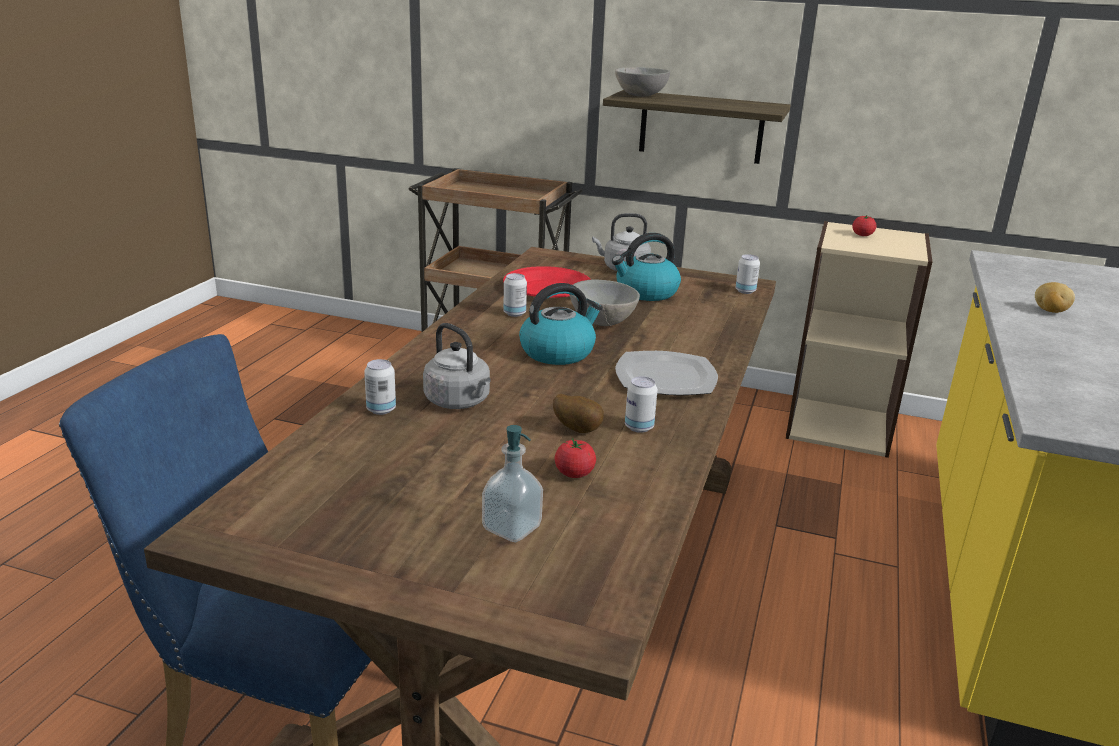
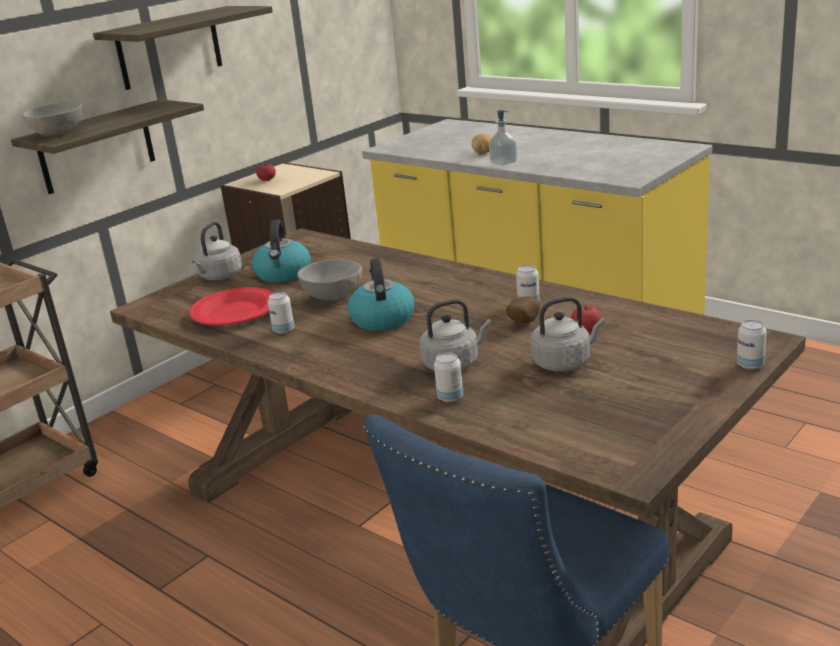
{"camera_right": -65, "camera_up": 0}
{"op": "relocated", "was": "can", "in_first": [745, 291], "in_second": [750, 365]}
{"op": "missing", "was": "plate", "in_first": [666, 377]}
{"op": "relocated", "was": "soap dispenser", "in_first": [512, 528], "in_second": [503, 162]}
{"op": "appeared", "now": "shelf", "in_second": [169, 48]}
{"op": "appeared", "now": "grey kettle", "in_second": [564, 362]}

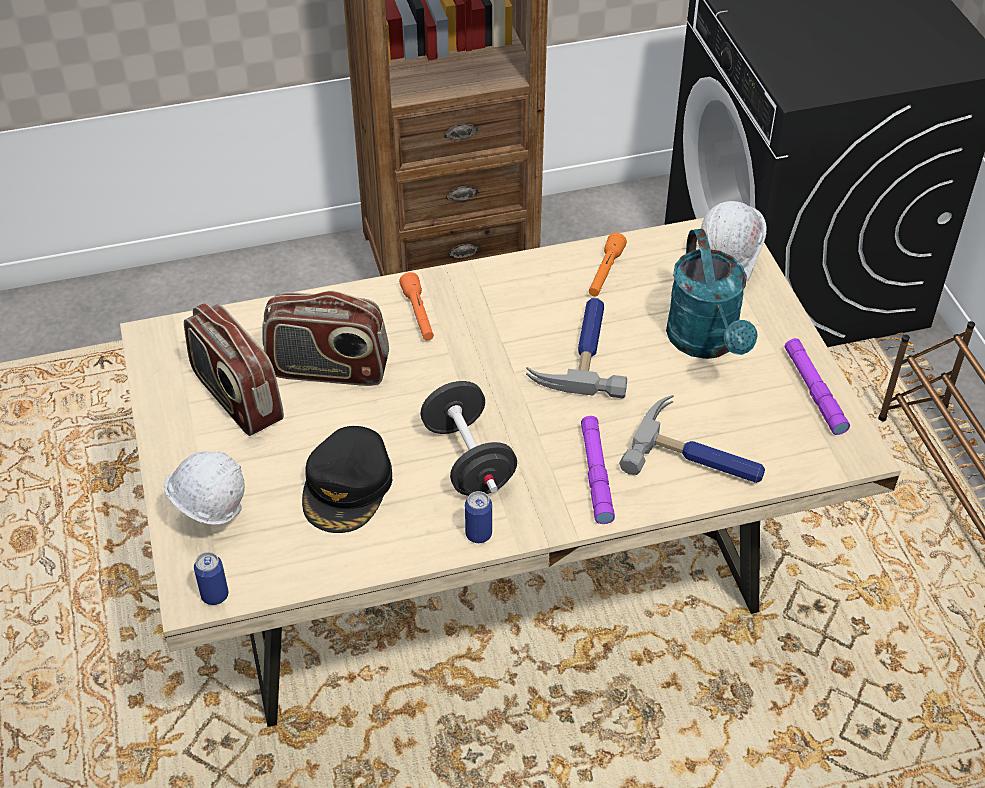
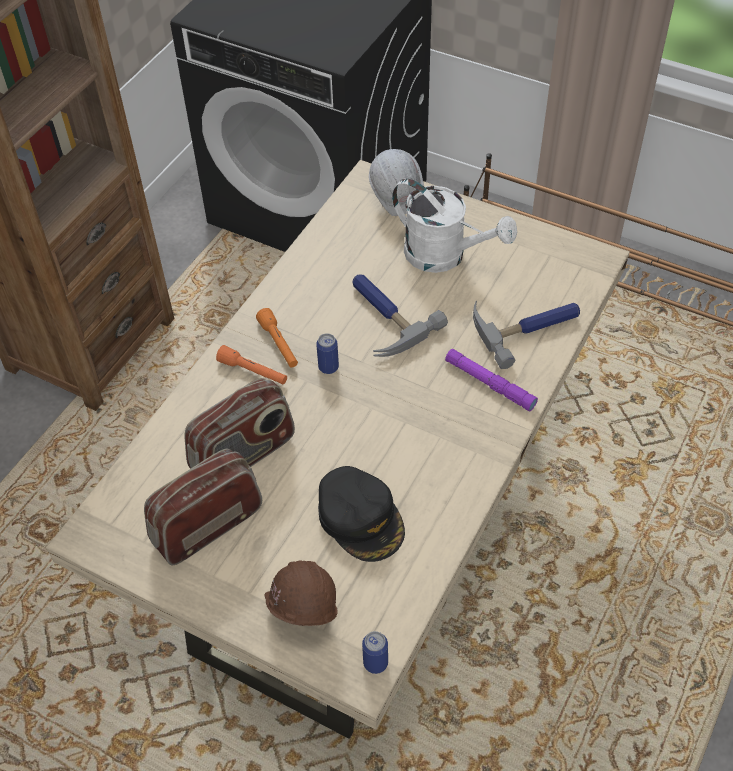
{"camera_right": -45, "camera_up": 5}
{"op": "colour", "was": "turquoise watering can", "now": "white watering can", "in_first": [707, 343], "in_second": [445, 256]}
{"op": "relocated", "was": "orange flashlight", "in_first": [605, 273], "in_second": [279, 344]}
{"op": "spun", "was": "radio", "in_first": [236, 397], "in_second": [207, 525], "clockwise": 135}
{"op": "missing", "was": "purple flashlight", "in_first": [814, 391]}
{"op": "missing", "was": "black dumbbell", "in_first": [468, 460]}
{"op": "colour", "was": "white hard hat", "now": "brown hard hat", "in_first": [210, 516], "in_second": [301, 617]}
{"op": "relocated", "was": "can", "in_first": [478, 534], "in_second": [328, 367]}

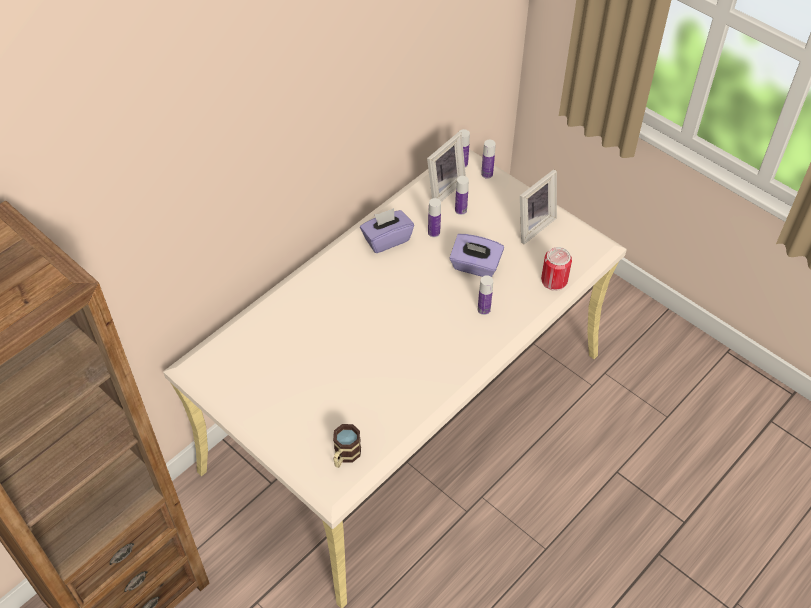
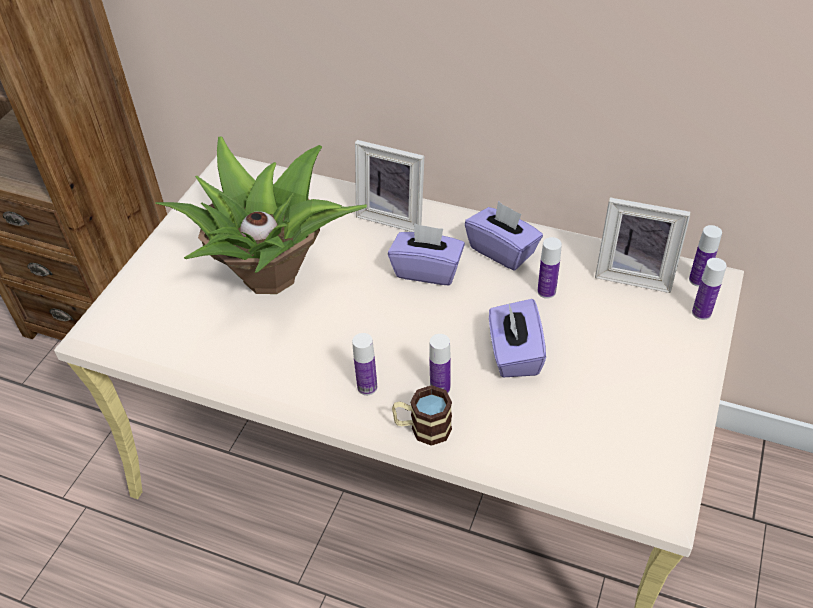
{"camera_right": 70, "camera_up": -5}
{"op": "relocated", "was": "picture frame", "in_first": [531, 225], "in_second": [393, 216]}
{"op": "relocated", "was": "bottle", "in_first": [460, 210], "in_second": [367, 387]}
{"op": "missing", "was": "can", "in_first": [554, 280]}
{"op": "relocated", "was": "mug", "in_first": [345, 456], "in_second": [422, 428]}
{"op": "appeared", "now": "potted plant", "in_second": [272, 273]}
{"op": "appeared", "now": "purple tissue box", "in_second": [427, 270]}

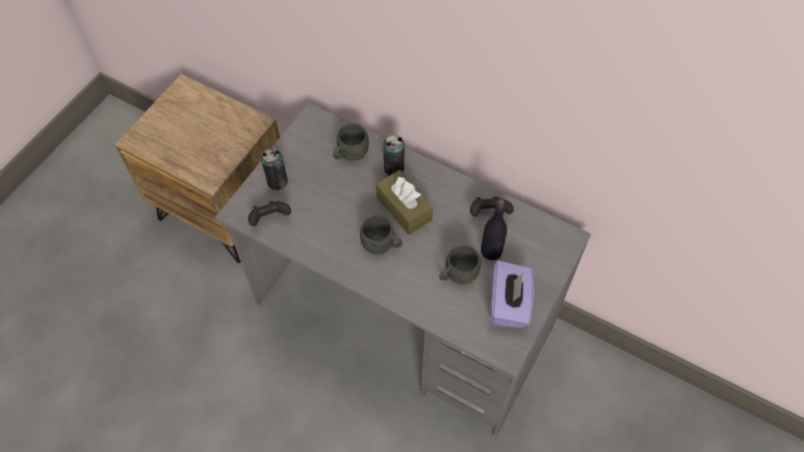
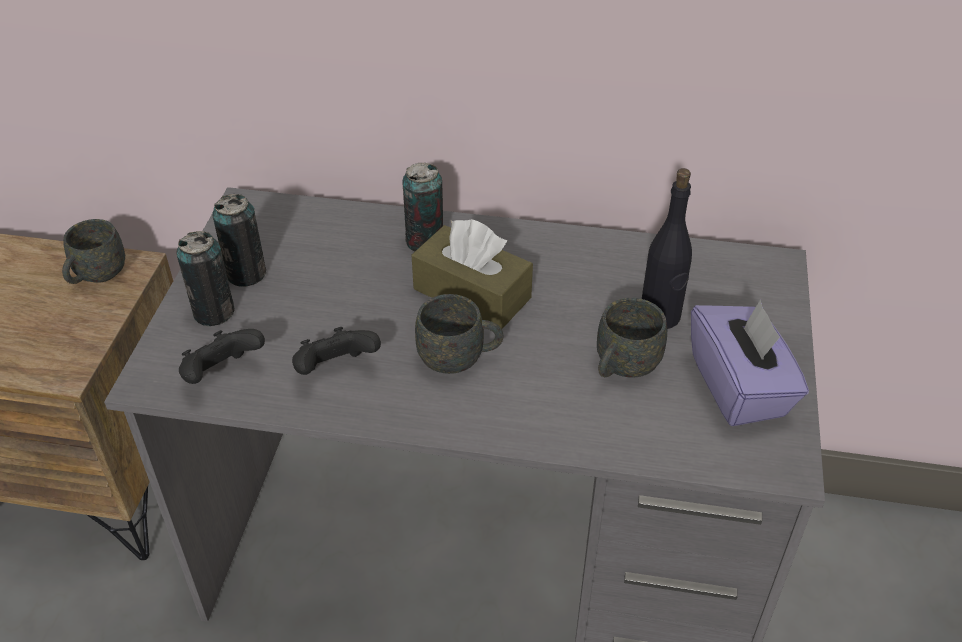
{"camera_right": -20, "camera_up": -15}
{"op": "relocated", "was": "grey mug", "in_first": [350, 154], "in_second": [96, 276]}
{"op": "relocated", "was": "black game controller", "in_first": [489, 213], "in_second": [336, 369]}
{"op": "appeared", "now": "can", "in_second": [246, 274]}

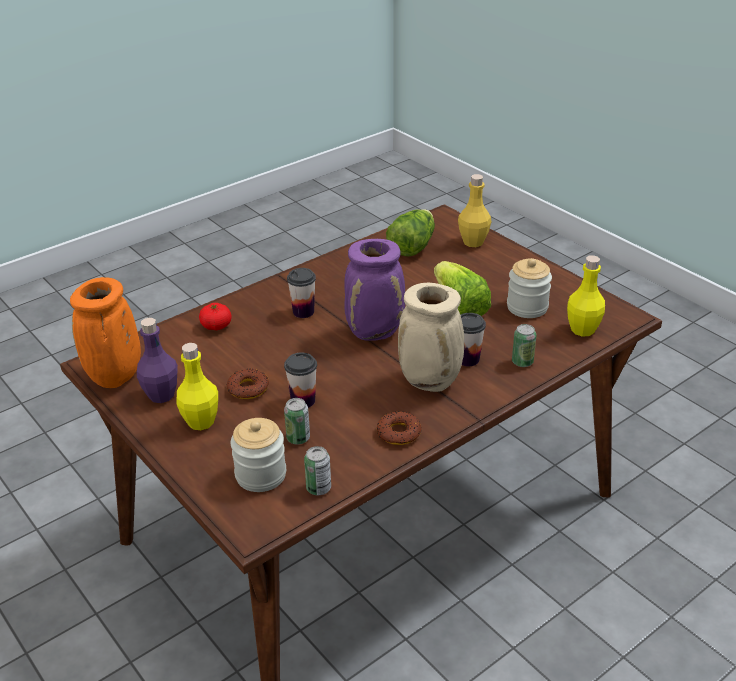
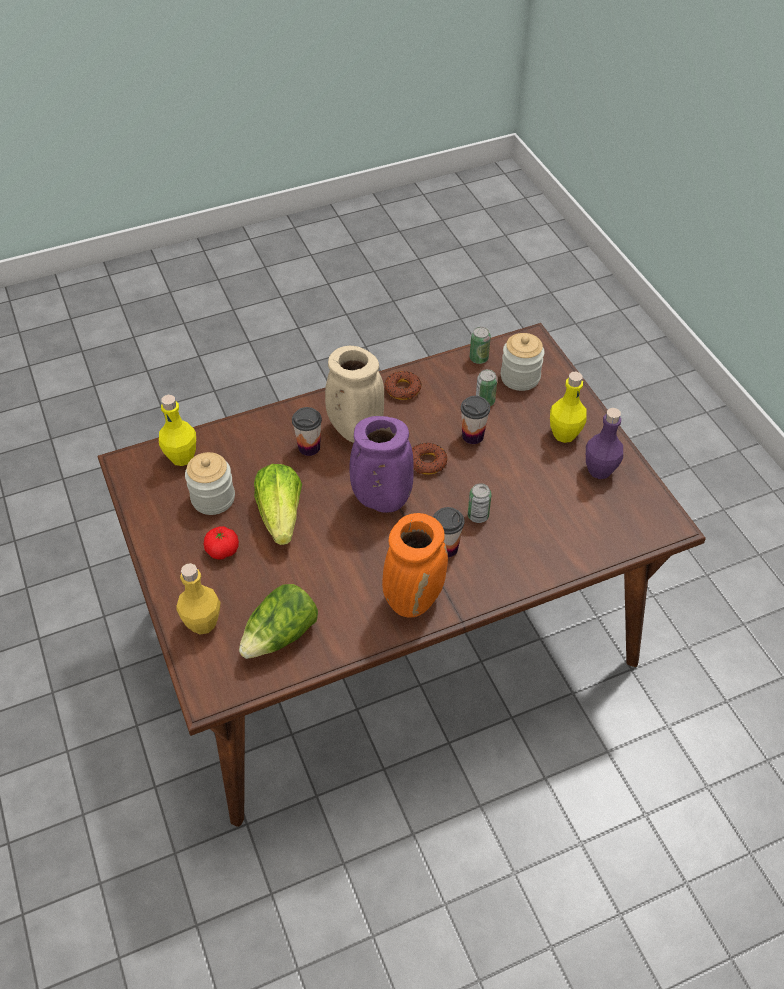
{"camera_right": -165, "camera_up": 15}
{"op": "relocated", "was": "orange vase", "in_first": [116, 378], "in_second": [413, 598]}
{"op": "relocated", "was": "tomato", "in_first": [216, 326], "in_second": [222, 550]}
{"op": "relocated", "was": "can", "in_first": [522, 362], "in_second": [478, 516]}
{"op": "relocated", "was": "donut", "in_first": [248, 388], "in_second": [427, 462]}

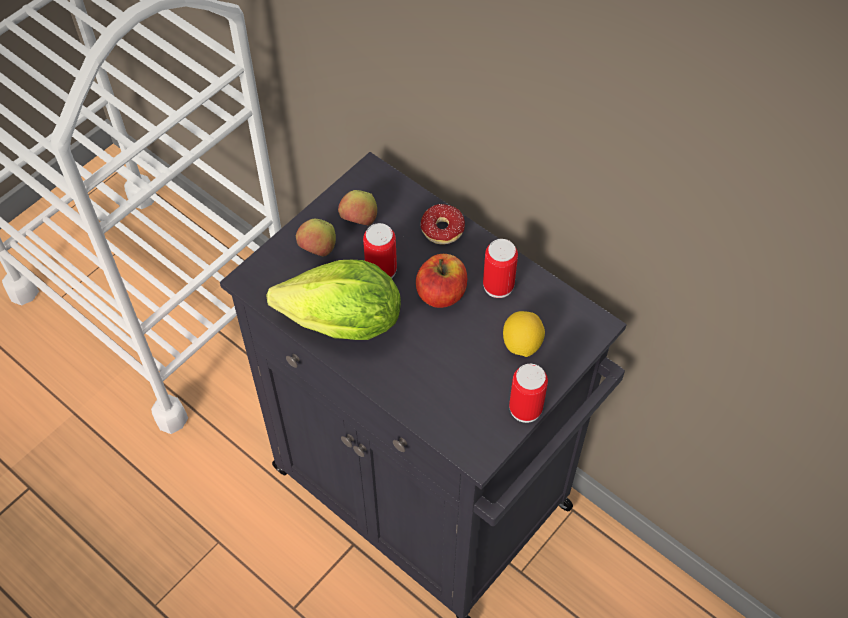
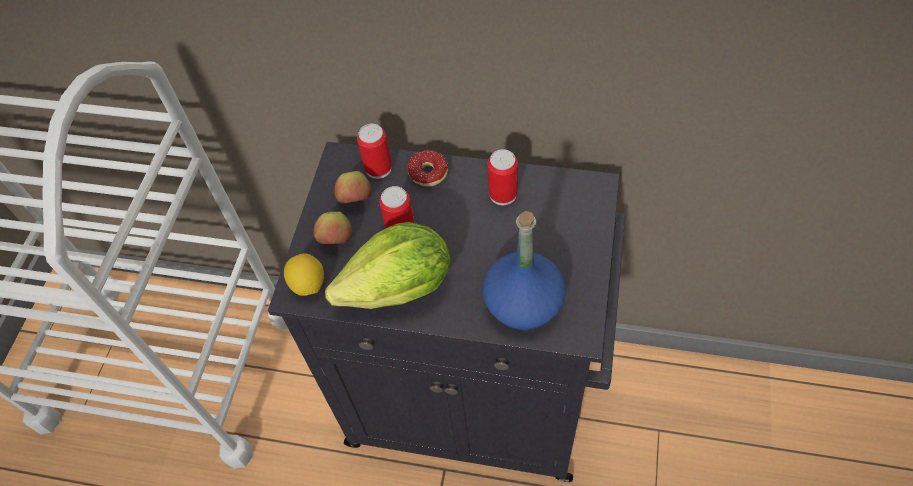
{"camera_right": -25, "camera_up": 0}
{"op": "missing", "was": "apple", "in_first": [441, 294]}
{"op": "relocated", "was": "lemon", "in_first": [522, 344], "in_second": [308, 284]}
{"op": "relocated", "was": "can", "in_first": [525, 408], "in_second": [378, 168]}
{"op": "appeared", "now": "blue bottle", "in_second": [523, 304]}

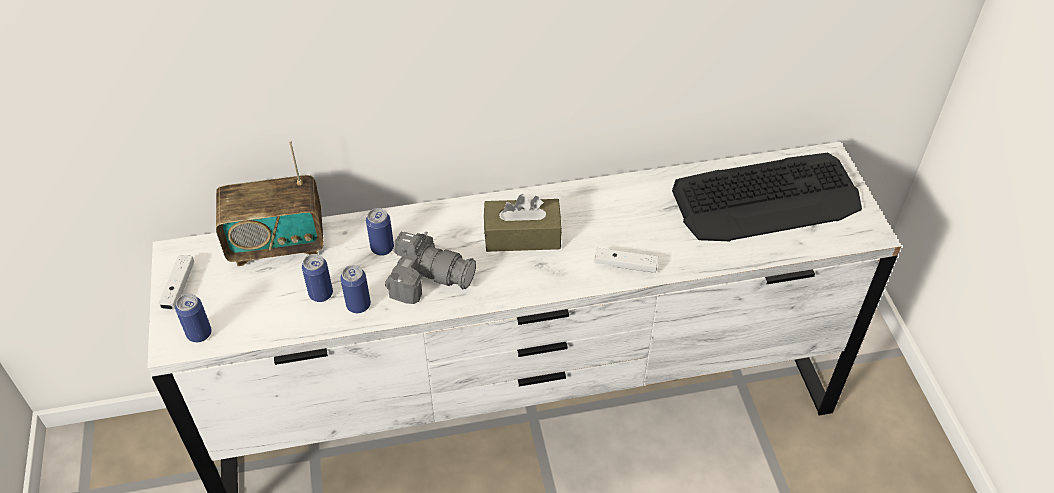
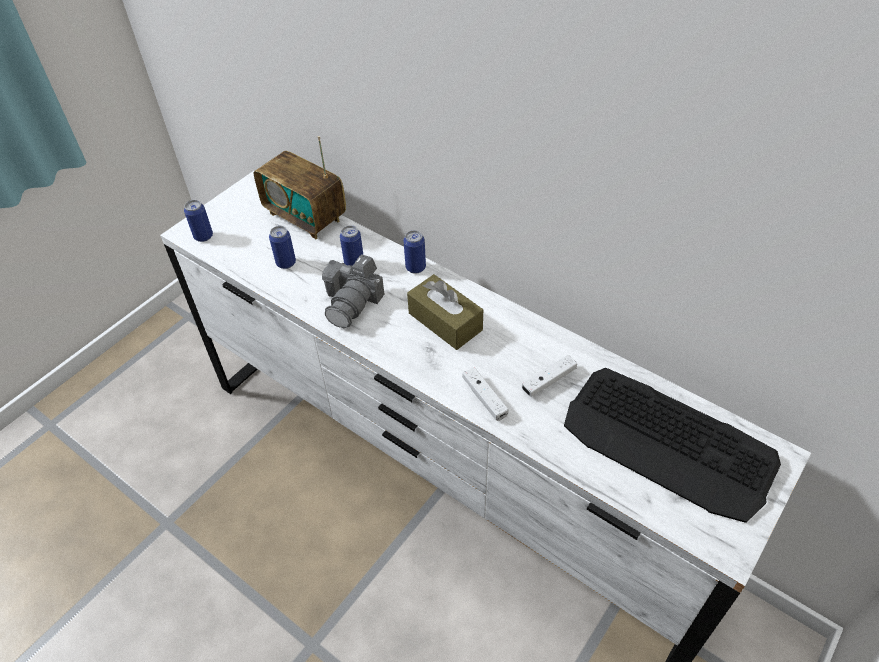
{"camera_right": 50, "camera_up": 0}
{"op": "spun", "was": "photo camera", "in_first": [429, 278], "in_second": [353, 302], "clockwise": 45}
{"op": "relocated", "was": "white game controller", "in_first": [179, 287], "in_second": [548, 380]}
{"op": "relocated", "was": "can", "in_first": [358, 305], "in_second": [415, 267]}

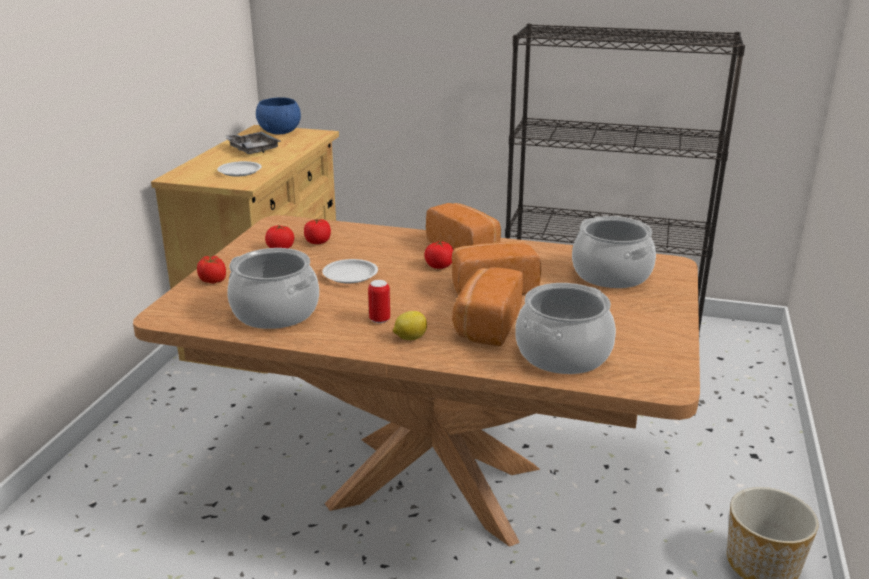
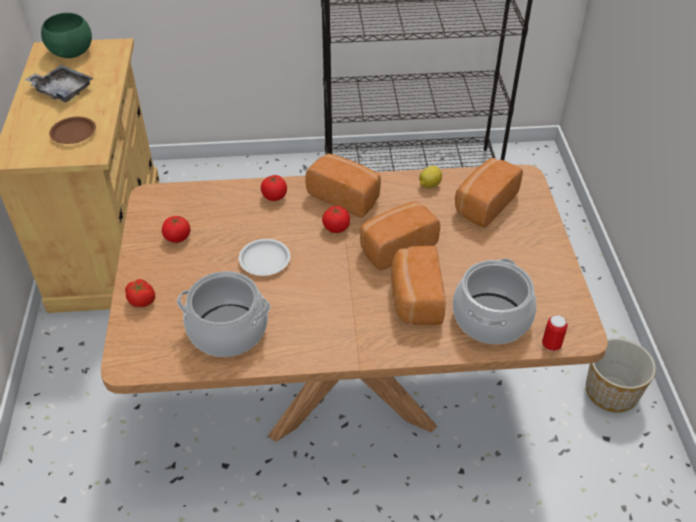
{"camera_right": -20, "camera_up": 20}
{"op": "colour", "was": "blue bowl", "now": "green bowl", "in_first": [279, 132], "in_second": [71, 52]}
{"op": "colour", "was": "white plate", "now": "brown plate", "in_first": [239, 172], "in_second": [73, 133]}
{"op": "exchanged", "was": "cooking pot", "now": "bread", "in_first": [612, 274], "in_second": [483, 204]}
{"op": "relocated", "was": "tomato", "in_first": [318, 242], "in_second": [274, 196]}
{"op": "relocated", "was": "can", "in_first": [379, 319], "in_second": [551, 345]}
{"op": "relocated", "was": "lemon", "in_first": [410, 338], "in_second": [429, 185]}

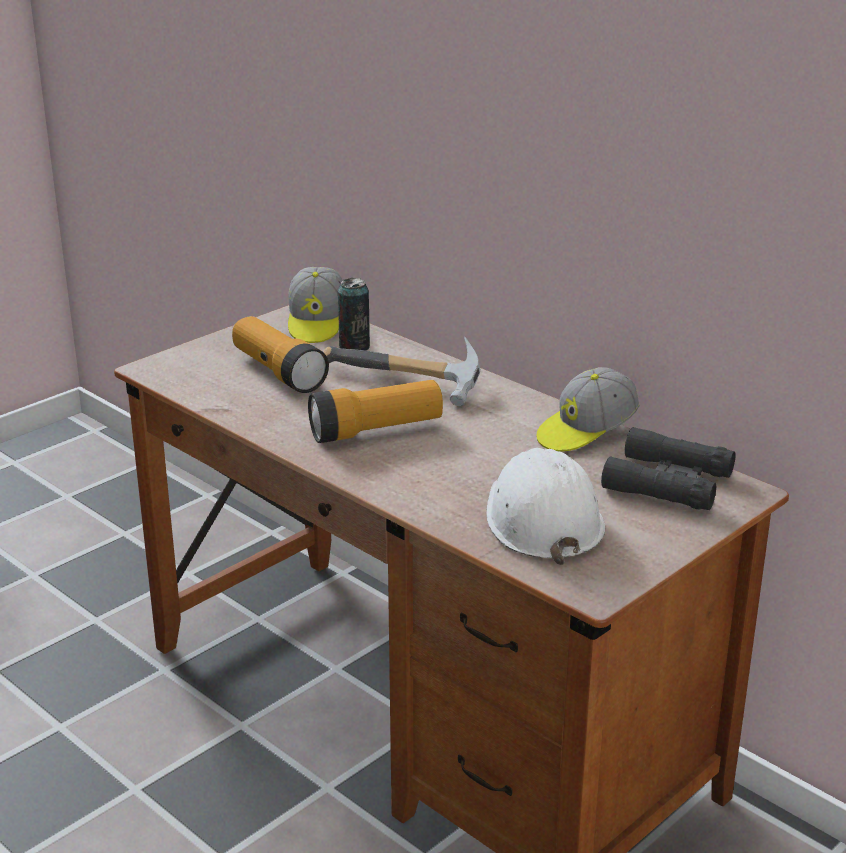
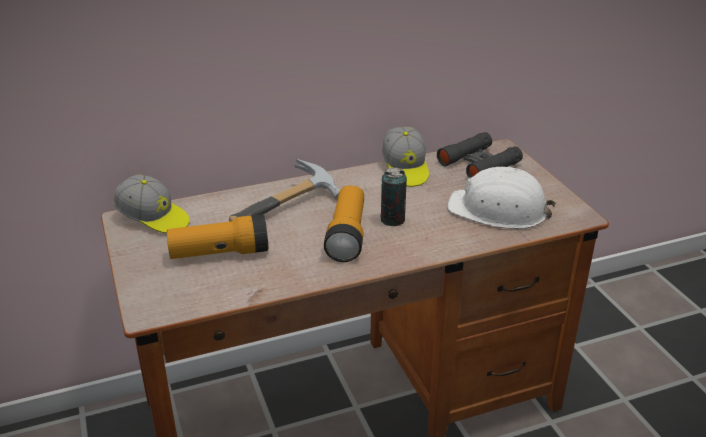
{"camera_right": -65, "camera_up": 5}
{"op": "relocated", "was": "can", "in_first": [354, 347], "in_second": [392, 220]}

